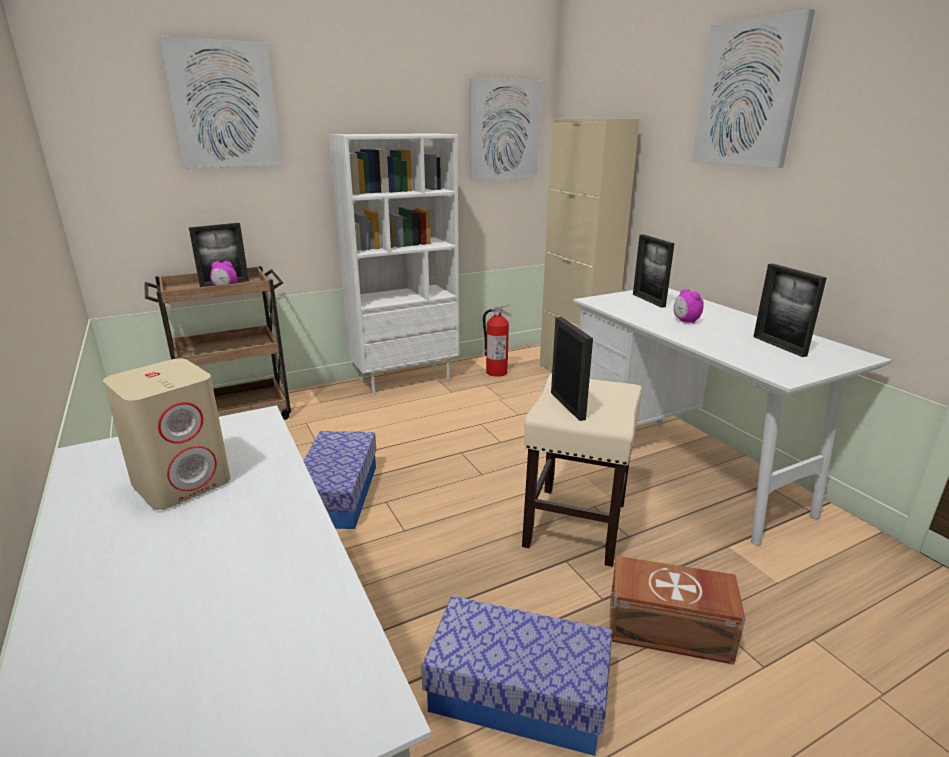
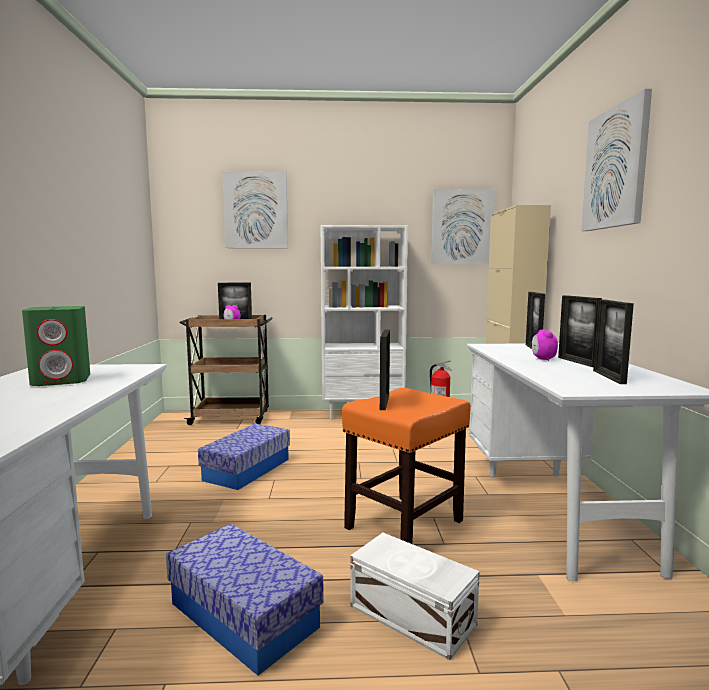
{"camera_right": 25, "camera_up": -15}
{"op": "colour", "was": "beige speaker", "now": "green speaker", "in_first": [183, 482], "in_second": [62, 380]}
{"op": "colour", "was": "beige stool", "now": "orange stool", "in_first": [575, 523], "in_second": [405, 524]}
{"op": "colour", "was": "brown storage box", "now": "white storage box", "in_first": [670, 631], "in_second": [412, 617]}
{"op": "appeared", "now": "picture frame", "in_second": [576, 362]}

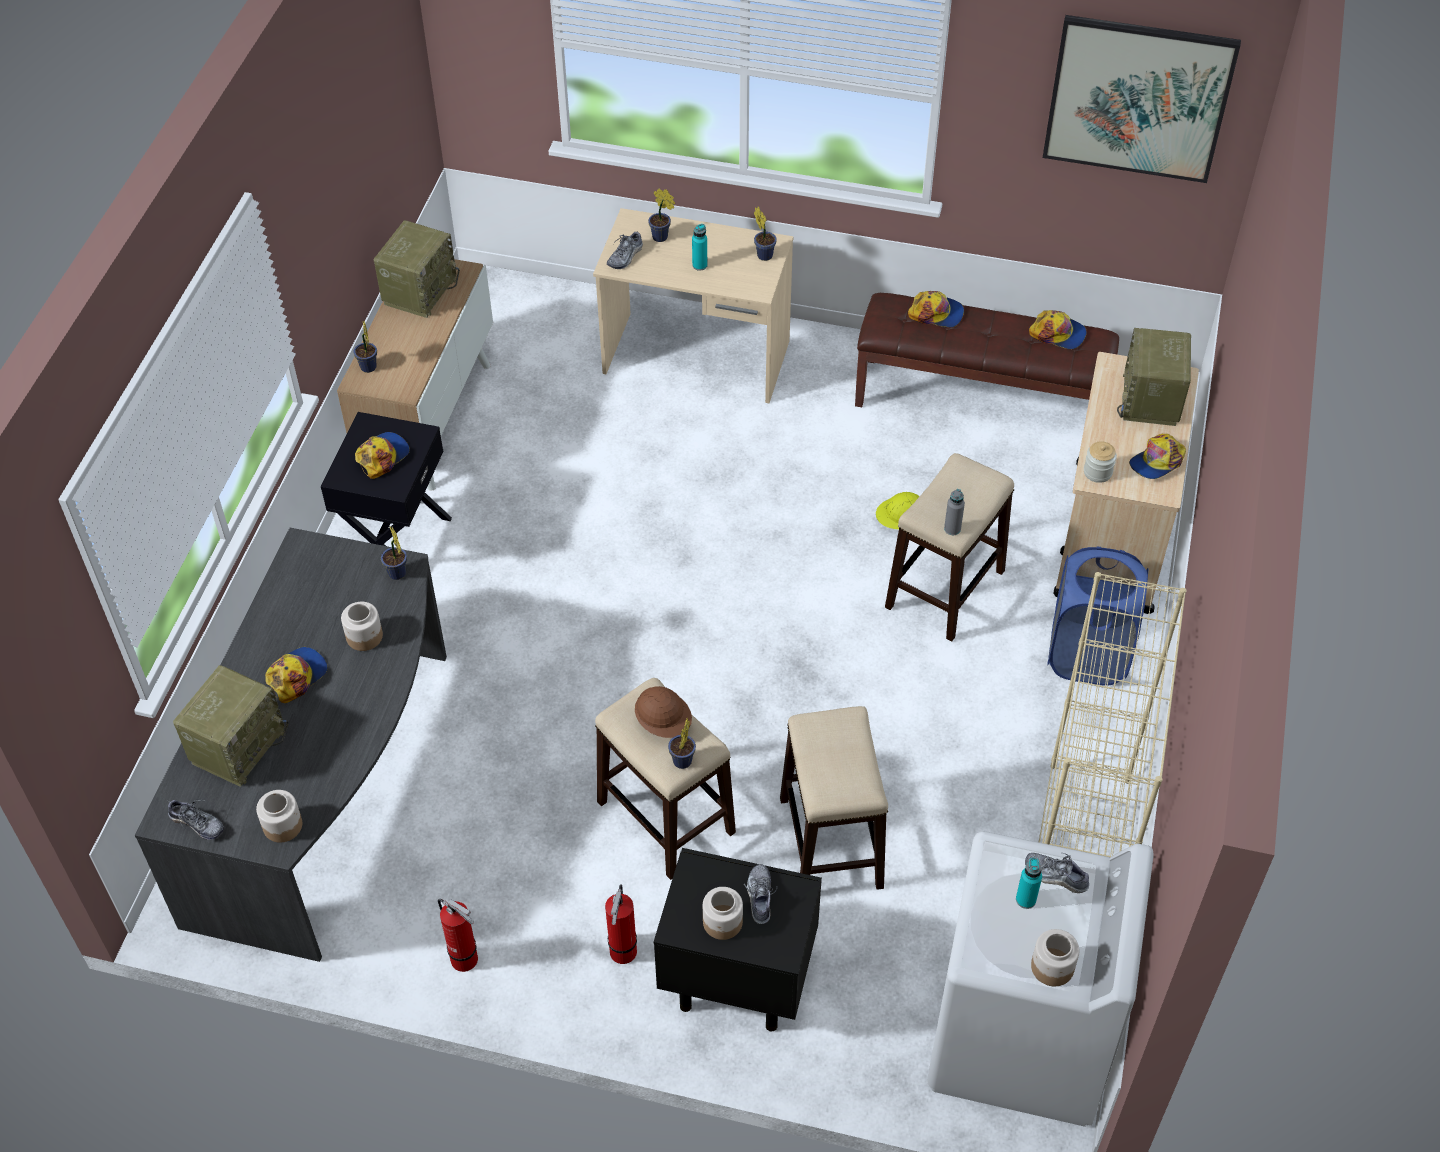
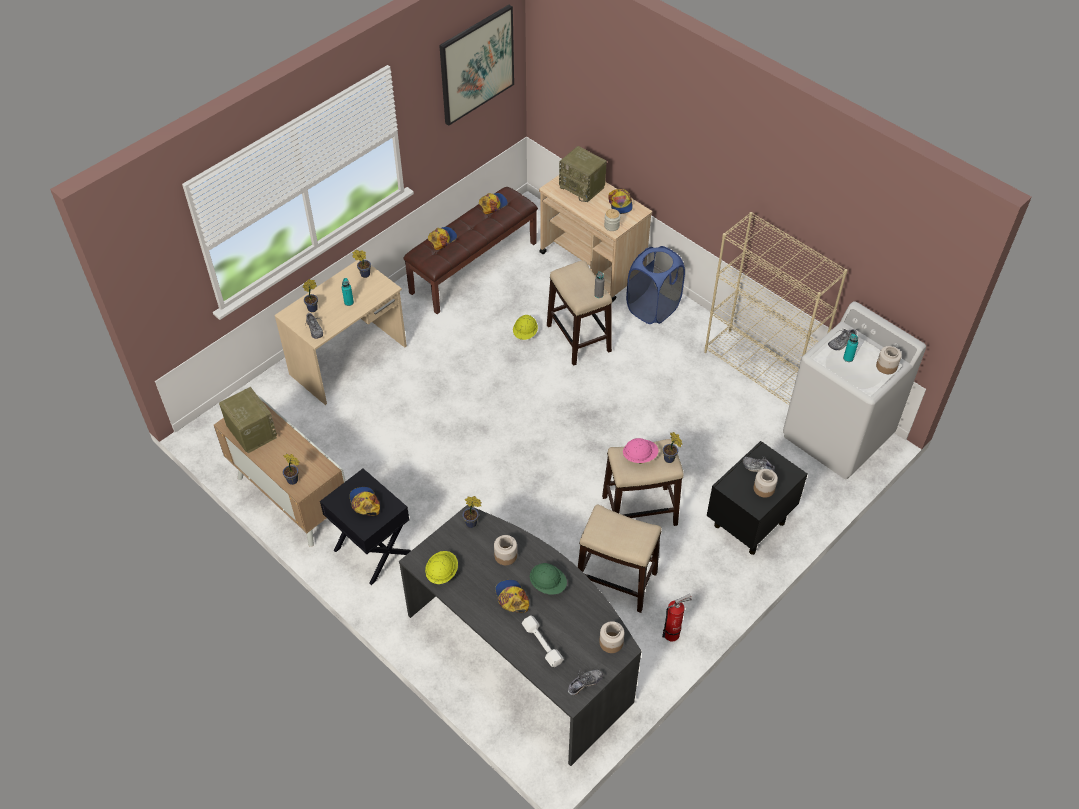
{"camera_right": -60, "camera_up": 0}
{"op": "exchanged", "was": "radio", "now": "white dumbbell", "in_first": [238, 745], "in_second": [542, 644]}
{"op": "colour", "was": "brown hard hat", "now": "pink hard hat", "in_first": [663, 722], "in_second": [640, 456]}
{"op": "relocated", "was": "stool", "in_first": [831, 843], "in_second": [617, 581]}
{"op": "missing", "was": "fire extinguisher", "in_first": [622, 955]}
{"op": "appeared", "now": "yellow hard hat", "in_second": [442, 572]}
{"op": "appeared", "now": "green hard hat", "in_second": [548, 584]}

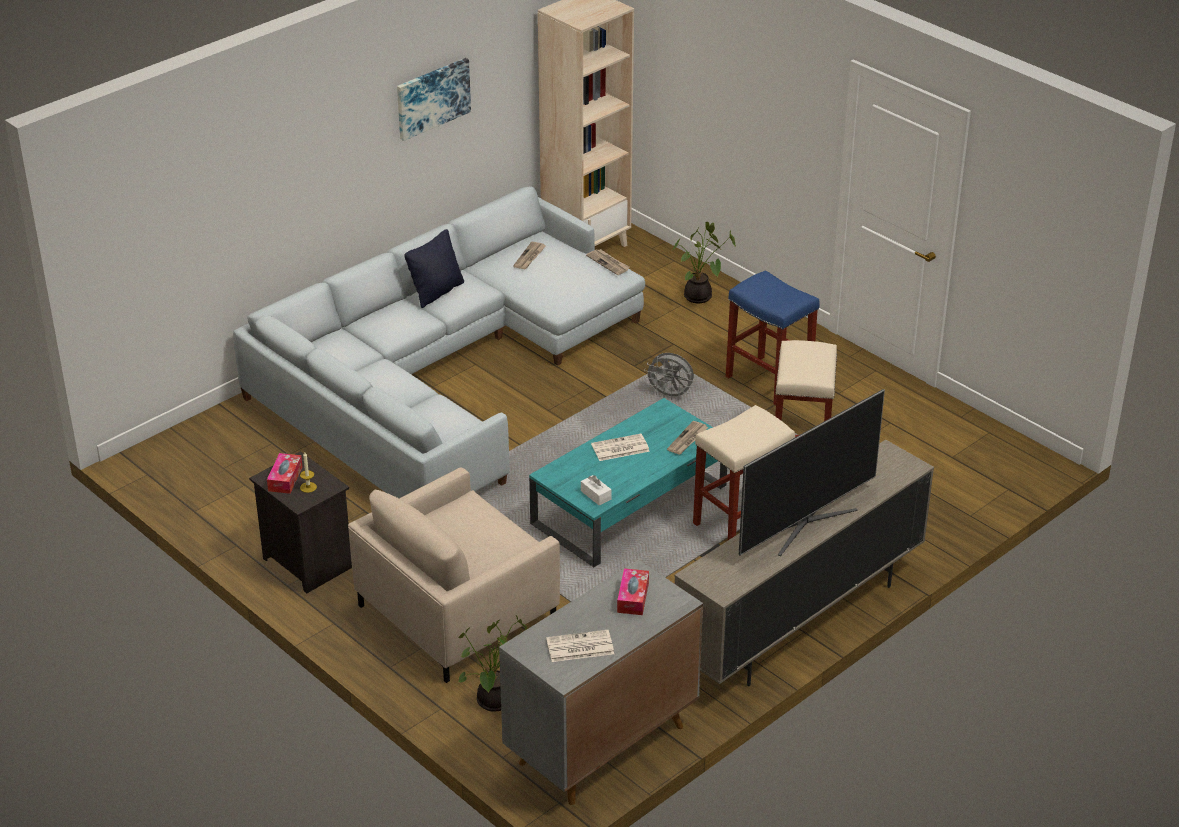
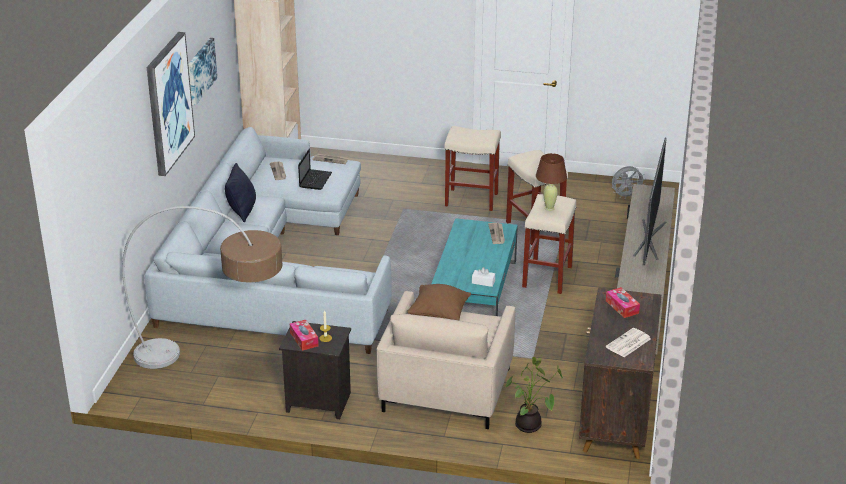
{"camera_right": -35, "camera_up": -5}
{"op": "missing", "was": "potted plant", "in_first": [699, 298]}
{"op": "colour", "was": "blue stool", "now": "beige stool", "in_first": [770, 381], "in_second": [472, 199]}
{"op": "relocated", "was": "grey fan", "in_first": [670, 395], "in_second": [626, 196]}
{"op": "missing", "was": "newspaper", "in_first": [619, 448]}
{"op": "colour", "was": "grey cabinet", "now": "brown cabinet", "in_first": [600, 745], "in_second": [615, 421]}
{"op": "appeared", "now": "picture", "in_second": [168, 103]}
{"op": "appeared", "now": "laptop", "in_second": [315, 180]}
{"op": "appeared", "now": "brown table lamp", "in_second": [549, 208]}
{"op": "appeared", "now": "floor lamp", "in_second": [217, 362]}
{"op": "appeared", "now": "brown pillow", "in_second": [439, 315]}

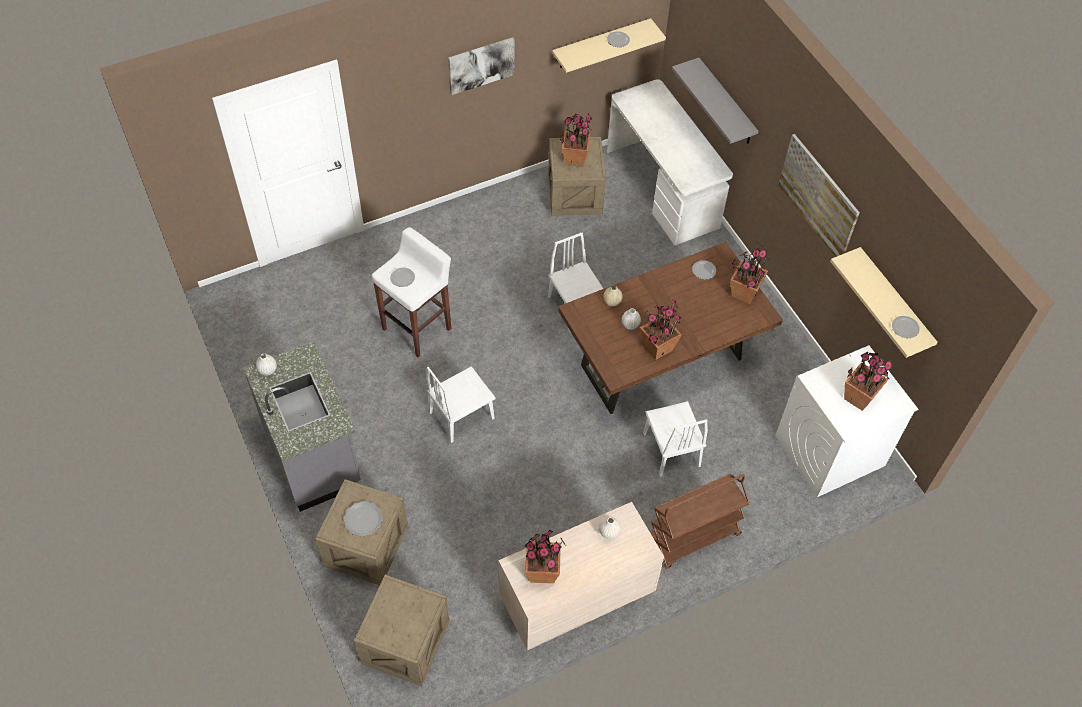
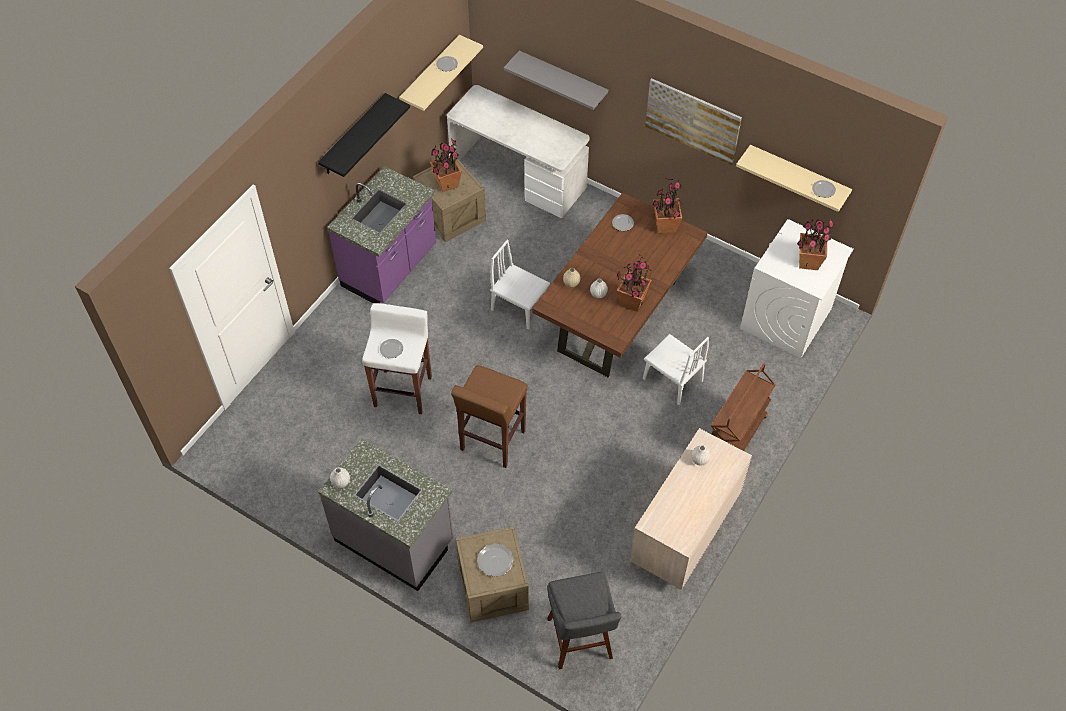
{"camera_right": -30, "camera_up": 0}
{"op": "exchanged", "was": "picture", "now": "black shelf", "in_first": [481, 65], "in_second": [353, 135]}
{"op": "exchanged", "was": "white chair", "now": "brown stool", "in_first": [461, 415], "in_second": [492, 441]}
{"op": "missing", "was": "potted plant", "in_first": [542, 572]}
{"op": "exchanged", "was": "crate", "now": "grey stool", "in_first": [405, 643], "in_second": [580, 642]}
{"op": "appeared", "now": "purple counter", "in_second": [390, 268]}

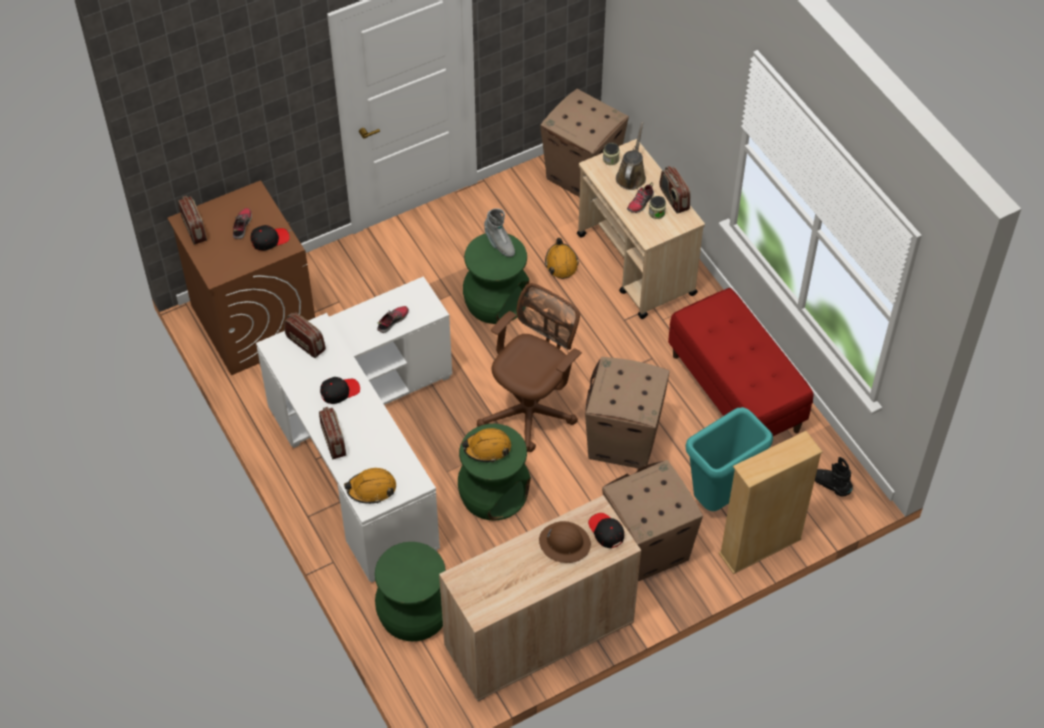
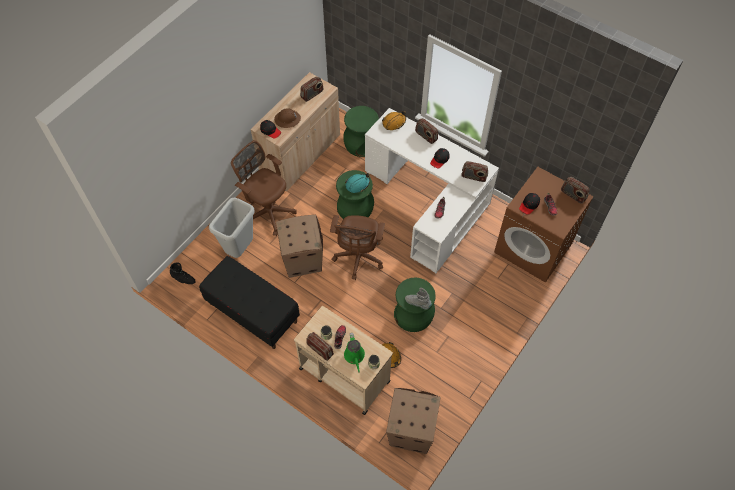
{"camera_right": 155, "camera_up": 5}
{"op": "colour", "was": "brown watering can", "now": "green watering can", "in_first": [631, 175], "in_second": [354, 356]}
{"op": "colour", "was": "red bench", "now": "black bench", "in_first": [735, 393], "in_second": [252, 312]}
{"op": "colour", "was": "turquoise trash can", "now": "grey trash can", "in_first": [720, 500], "in_second": [240, 249]}
{"op": "colour", "was": "orange hard hat", "now": "turquoise hard hat", "in_first": [487, 448], "in_second": [357, 184]}
{"op": "missing", "was": "beige bookcase", "in_first": [760, 547]}
{"op": "exchanged", "was": "cardboard box", "now": "brown office chair", "in_first": [646, 548], "in_second": [268, 211]}
{"op": "appeared", "now": "radio", "in_second": [312, 94]}

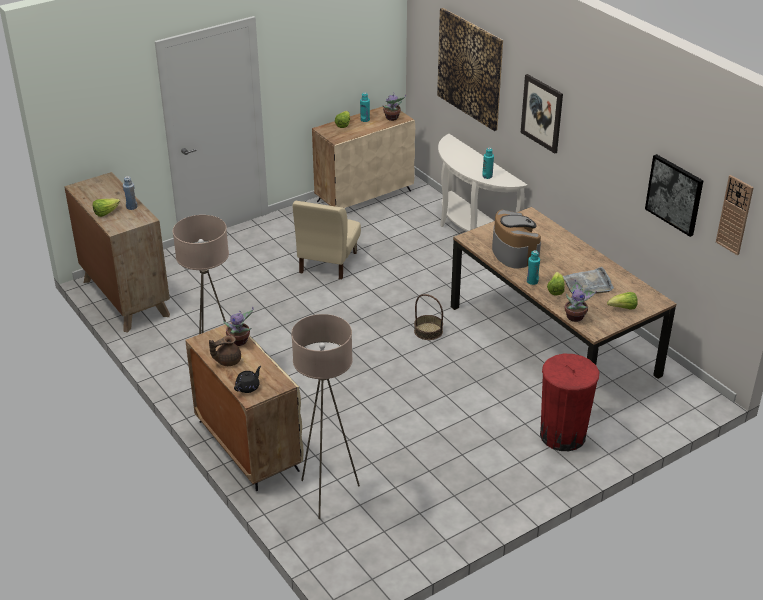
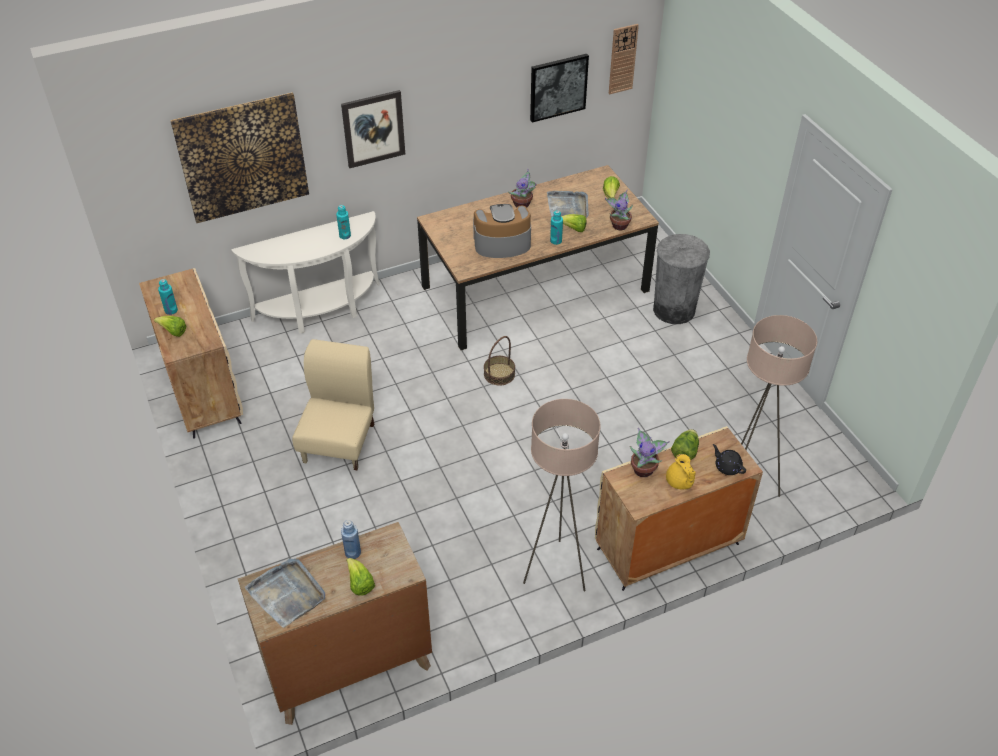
{"camera_right": -80, "camera_up": 10}
{"op": "relocated", "was": "potted plant", "in_first": [392, 118], "in_second": [522, 204]}
{"op": "spun", "was": "beige chair", "in_first": [327, 262], "in_second": [340, 442], "clockwise": -105}
{"op": "colour", "was": "brown teapot", "now": "yellow teapot", "in_first": [227, 361], "in_second": [680, 482]}
{"op": "colour", "was": "red trash can", "now": "grey trash can", "in_first": [562, 435], "in_second": [674, 309]}
{"op": "appeared", "now": "lettuce", "in_second": [685, 452]}
{"op": "appeared", "now": "grey tray", "in_second": [287, 593]}

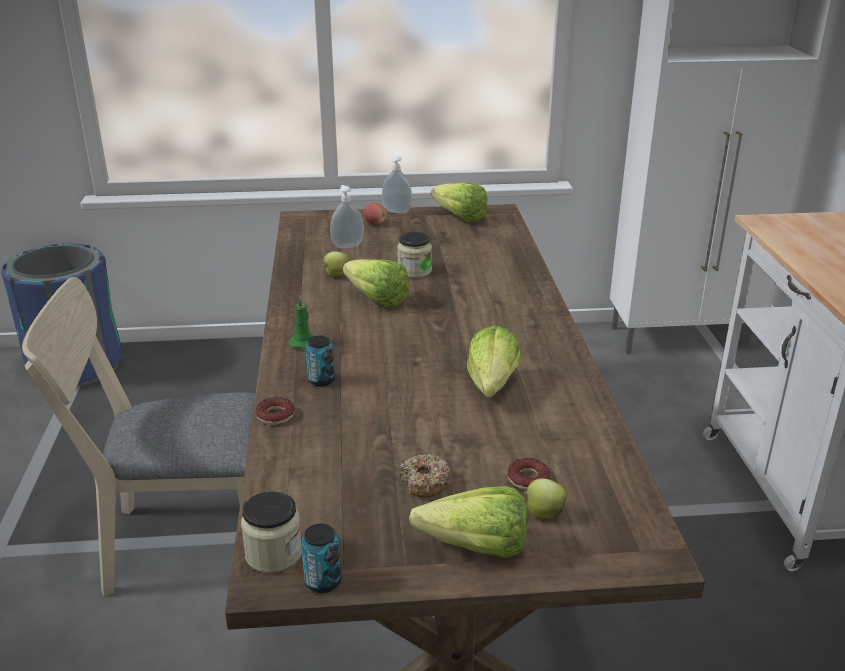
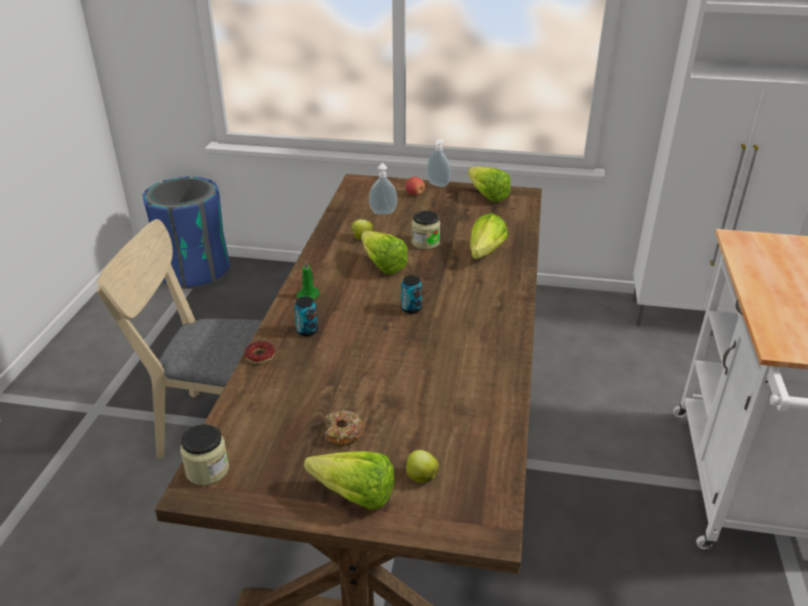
{"camera_right": 15, "camera_up": 5}
{"op": "relocated", "was": "lettuce", "in_first": [489, 390], "in_second": [482, 256]}
{"op": "missing", "was": "donut", "in_first": [528, 479]}
{"op": "relocated", "was": "can", "in_first": [323, 581], "in_second": [411, 309]}

